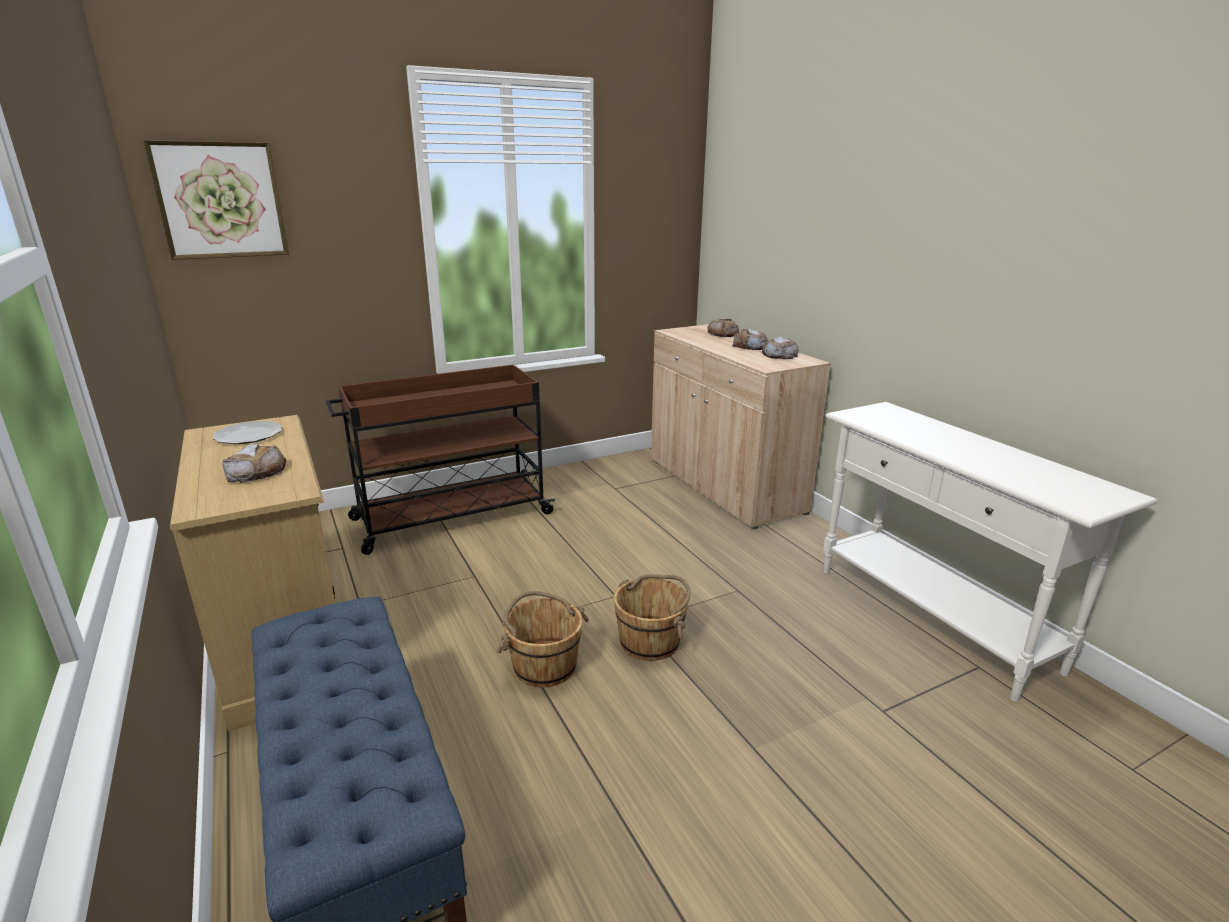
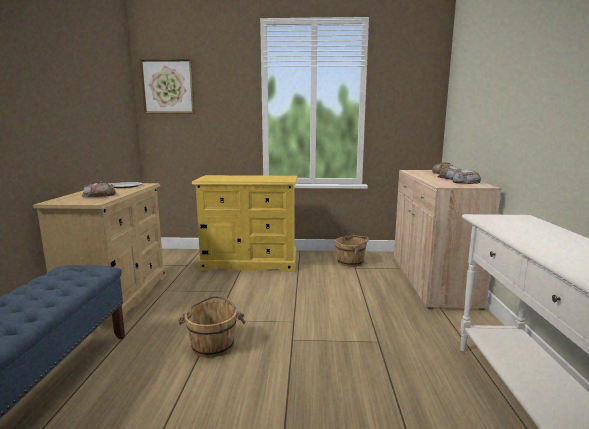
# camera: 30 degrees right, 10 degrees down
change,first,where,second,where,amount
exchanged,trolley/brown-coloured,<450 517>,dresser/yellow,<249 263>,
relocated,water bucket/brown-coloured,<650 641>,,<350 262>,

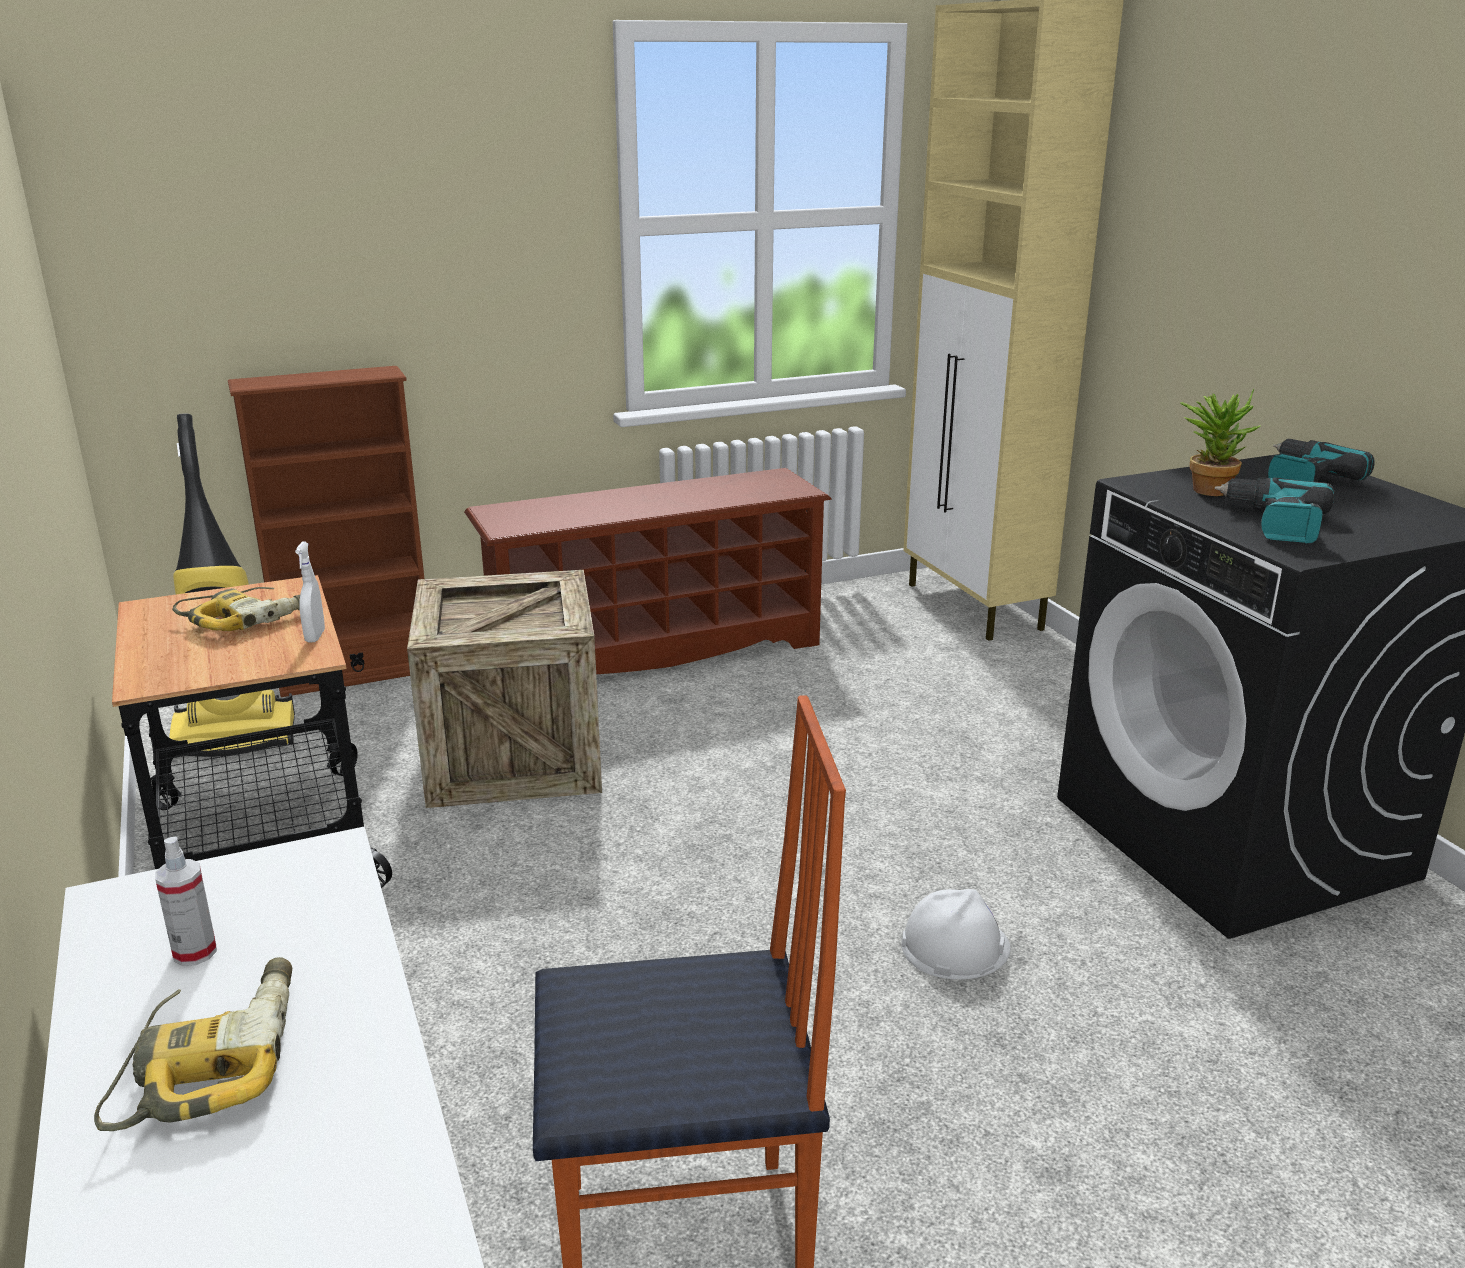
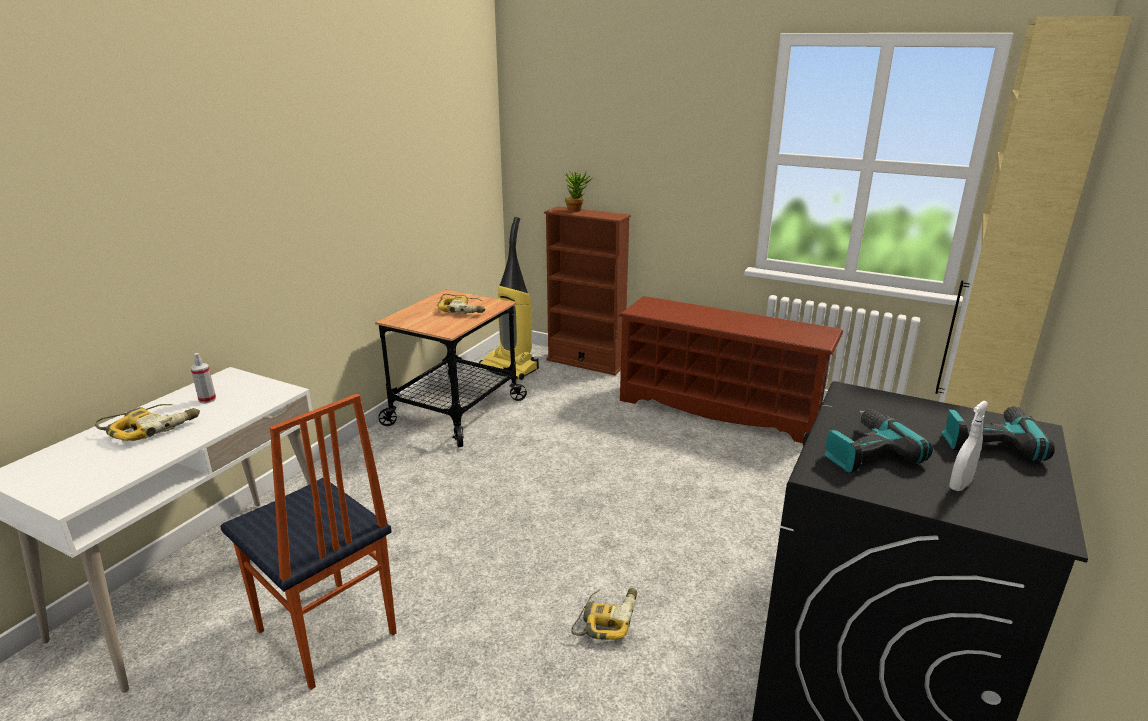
# camera: 50 degrees right, 0 degrees up
change,first,where,second,where,amount
relocated,potted plant,<1208 488>,,<576 210>,
relocated,spray bottle/white,<315 636>,,<960 485>,
missing,packing crate,<513 757>,,,
exchanged,safety helmet/white,<954 946>,drill,<606 618>,

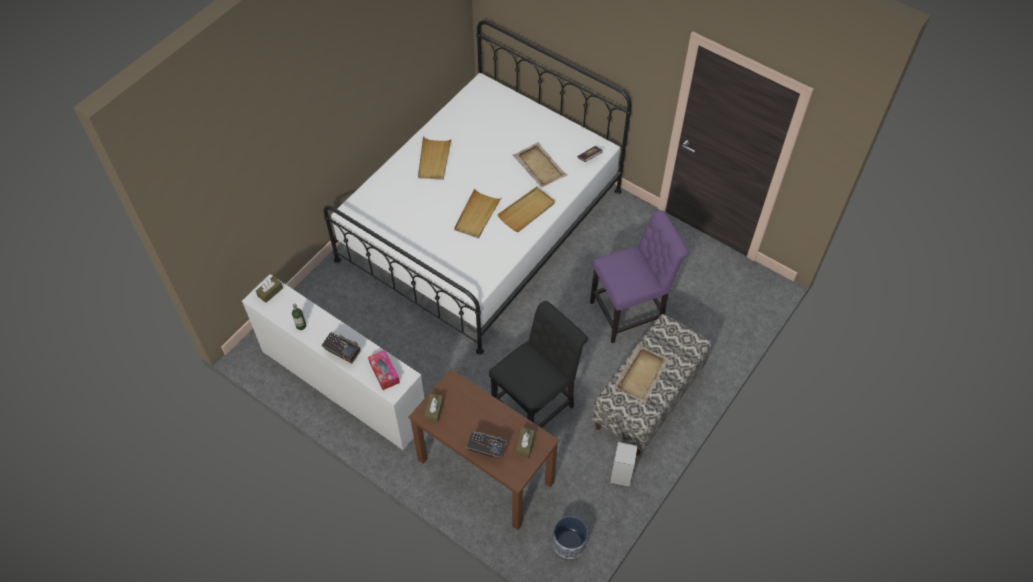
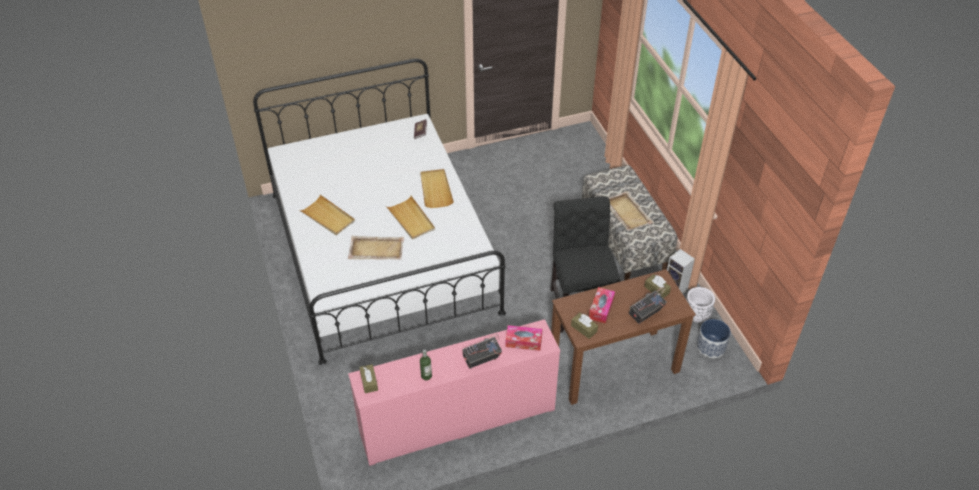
# camera: 55 degrees left, 10 degrees down
change,first,where,second,where,amount
relocated,tray/beige,<539 166>,,<375 249>,
missing,chair/purple,<631 312>,,,
colour,dresser/white,<343 385>,dresser/pink-coloured,<457 421>,
appeared,,,tissue box,<601 308>,
appeared,,,planter/white,<696 315>,

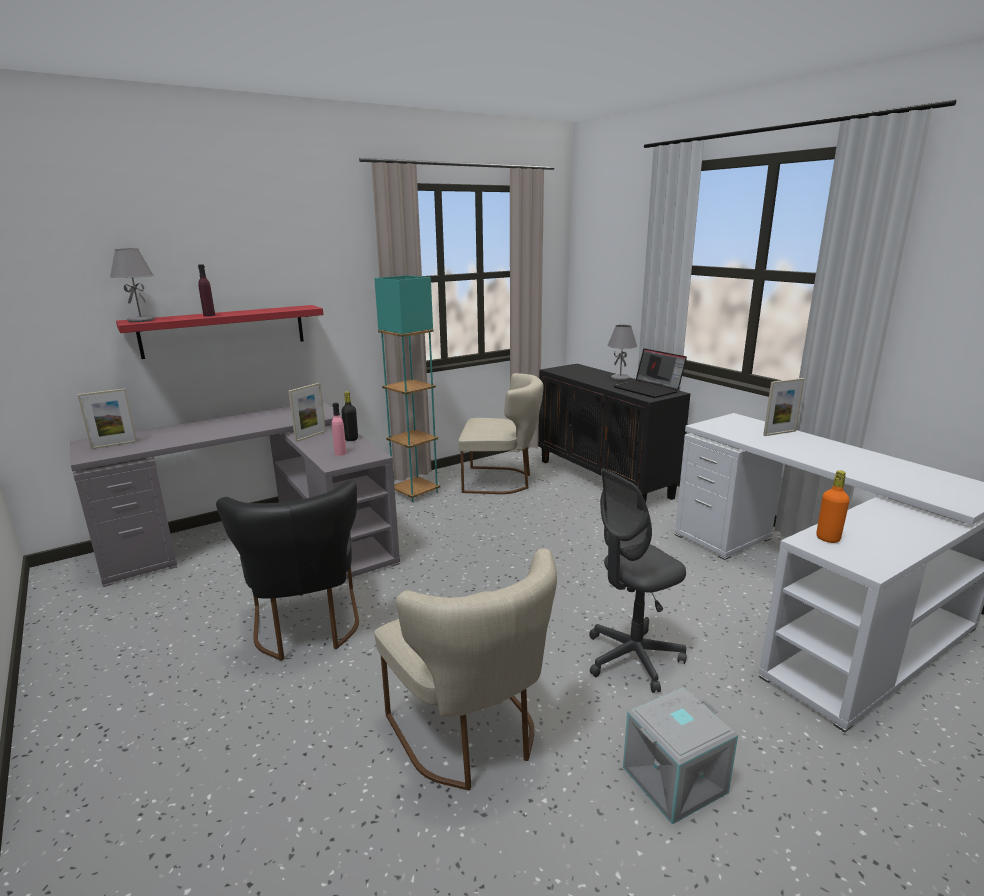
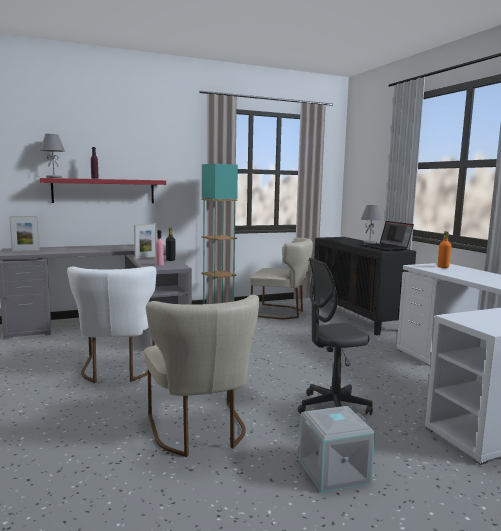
# camera: 10 degrees right, 10 degrees down
change,first,where,second,where,amount
missing,picture frame,<779 433>,,,
relocated,bottle/orange-coloured,<827 538>,,<443 267>,
colour,chair/black-coloured,<307 628>,chair/white,<117 370>,

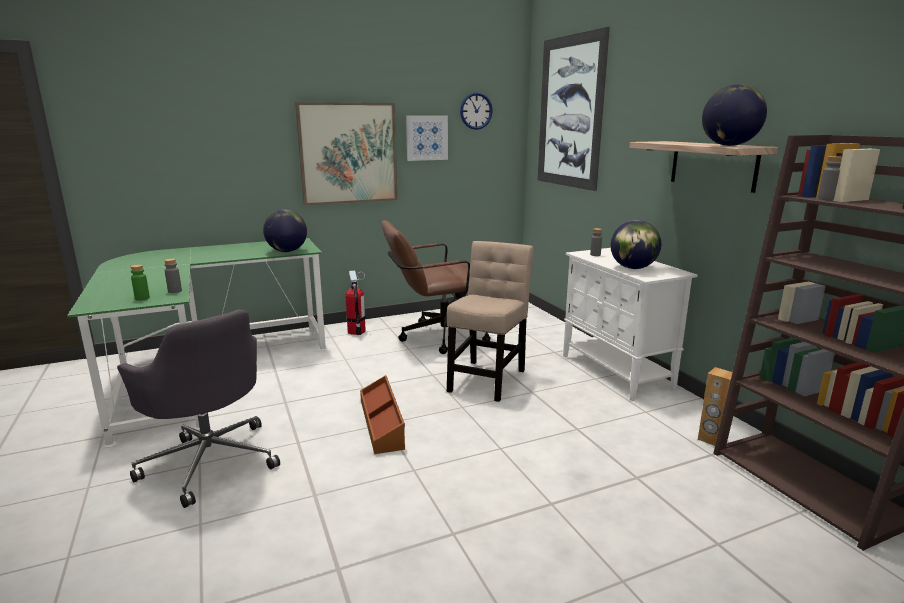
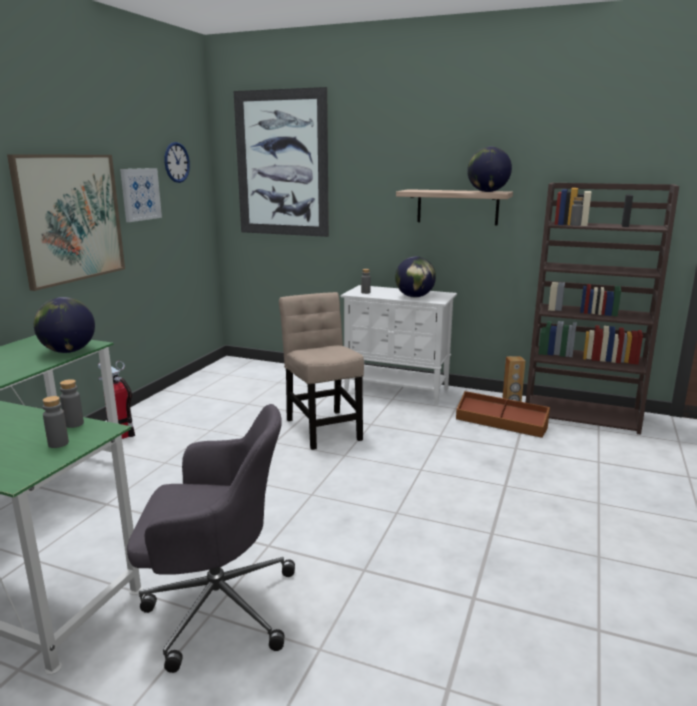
# camera: 45 degrees left, 0 degrees up
change,first,where,second,where,amount
missing,office chair/brown-coloured,<436 337>,,,
colour,bottle/green-coloured,<142 298>,bottle/gray,<58 444>,
relocated,storage bin/brown-coloured,<382 423>,,<501 423>,

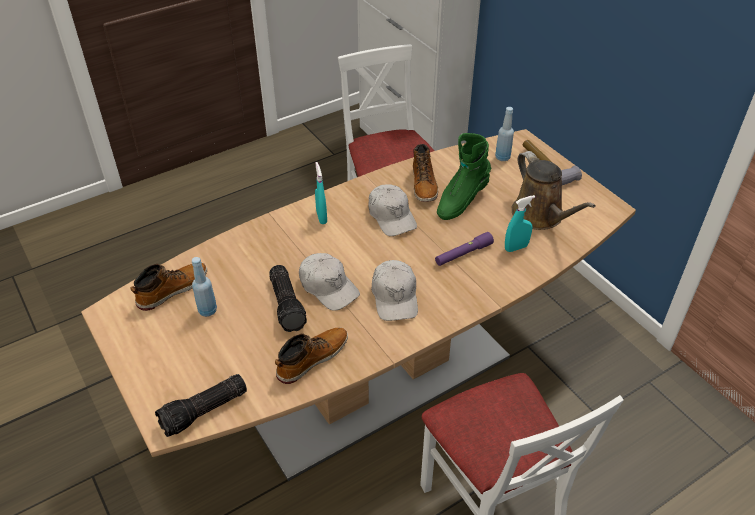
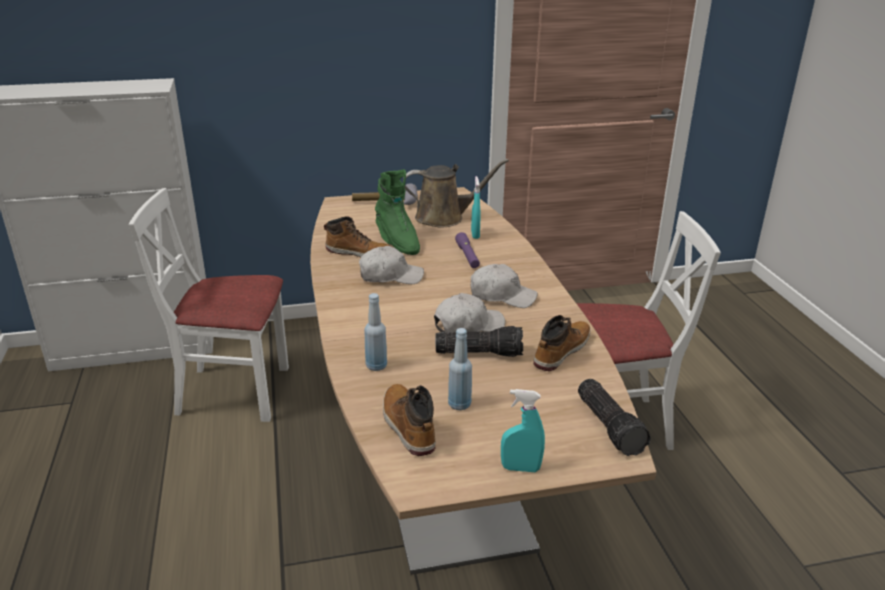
# camera: 70 degrees left, 15 degrees down
change,first,where,second,where,amount
relocated,bottle/blue,<502 157>,,<376 366>,
relocated,spray bottle/blue-green,<321 217>,,<520 468>,
spun,high-top boot,<312 358>,,<561 351>,60 degrees clockwise

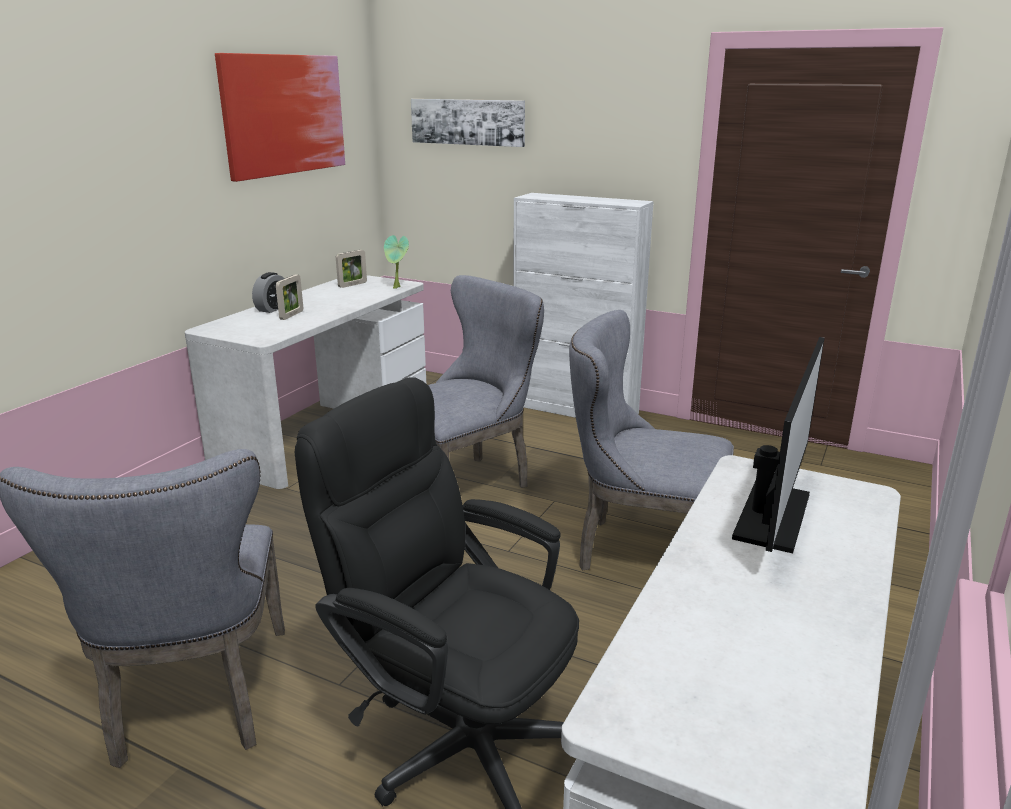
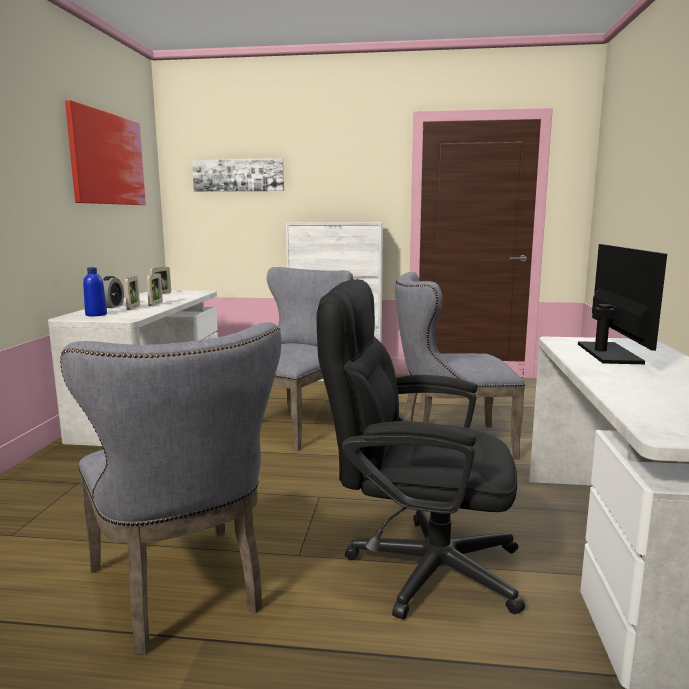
# camera: 20 degrees left, 10 degrees down
change,first,where,second,where,amount
missing,potted plant,<397 288>,,,
appeared,,,bottle/blue,<96 314>,
appeared,,,picture frame,<155 304>,

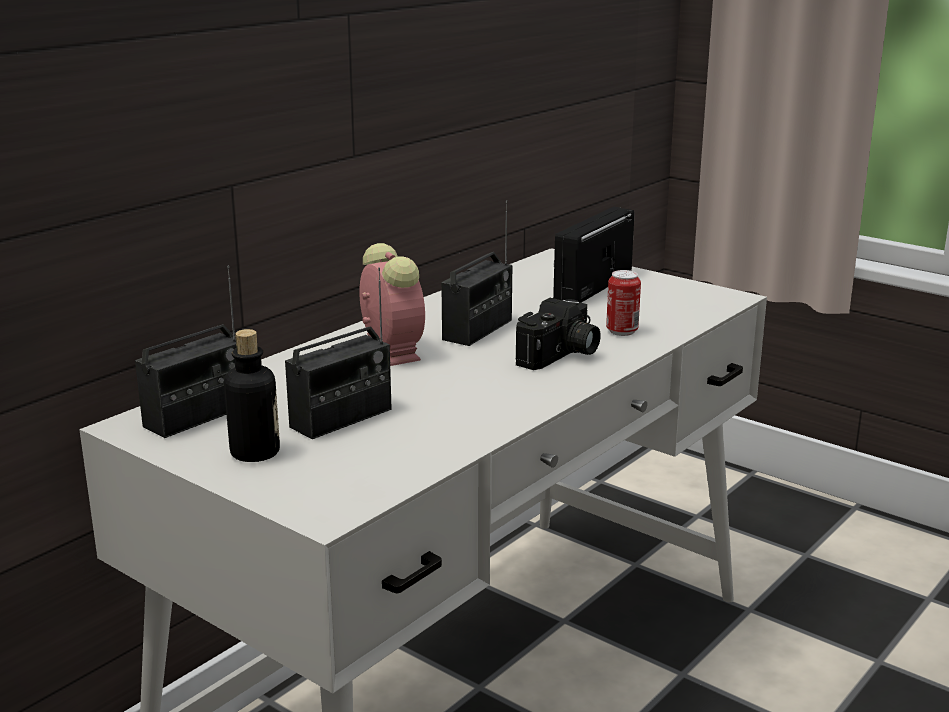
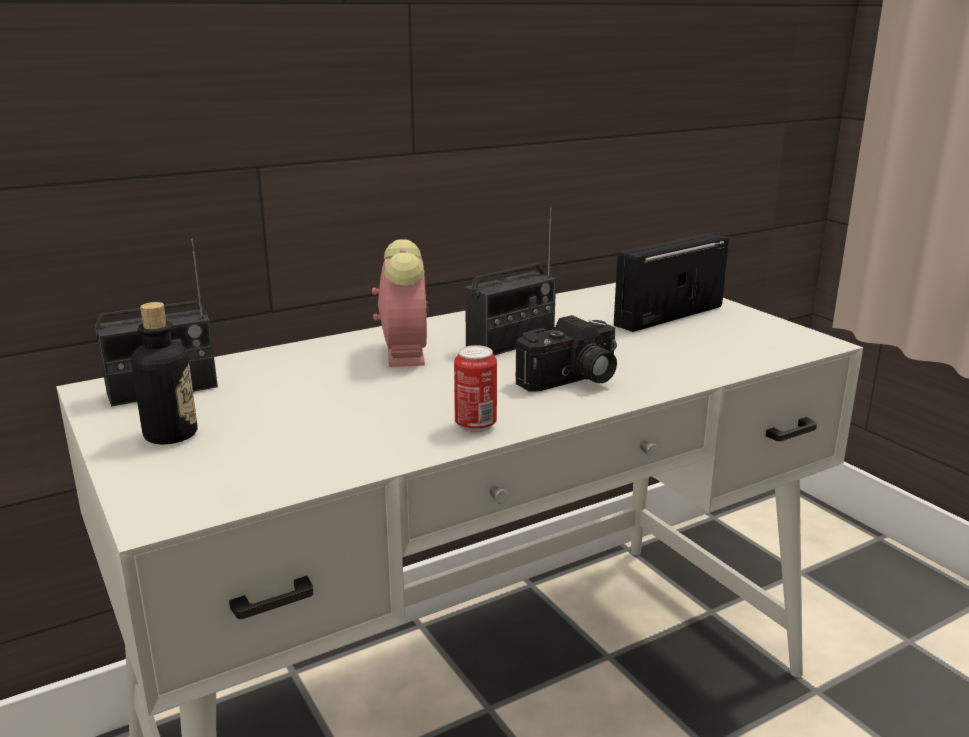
# camera: 20 degrees right, 0 degrees up
change,first,where,second,where,amount
missing,radio set,<341 418>,,,
relocated,metal can,<622 331>,,<475 425>,

